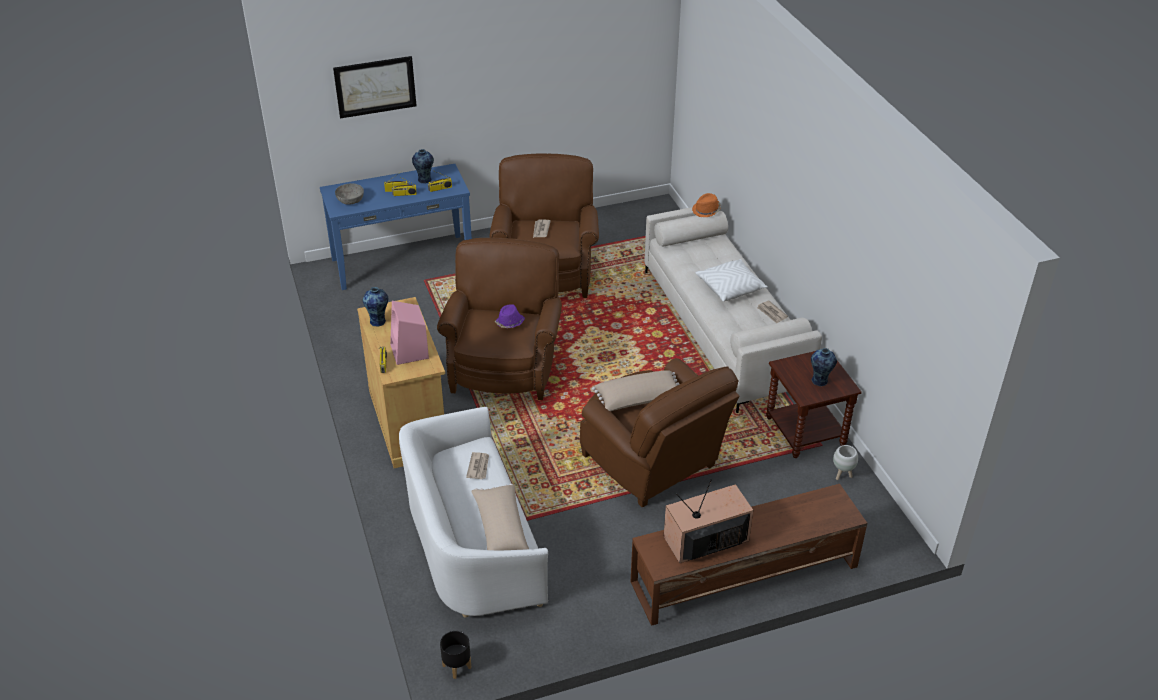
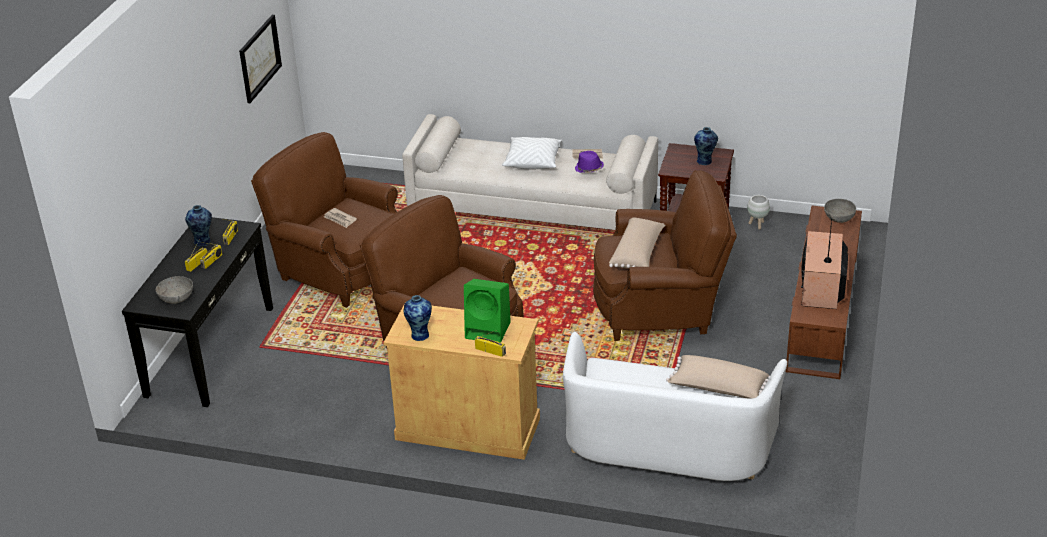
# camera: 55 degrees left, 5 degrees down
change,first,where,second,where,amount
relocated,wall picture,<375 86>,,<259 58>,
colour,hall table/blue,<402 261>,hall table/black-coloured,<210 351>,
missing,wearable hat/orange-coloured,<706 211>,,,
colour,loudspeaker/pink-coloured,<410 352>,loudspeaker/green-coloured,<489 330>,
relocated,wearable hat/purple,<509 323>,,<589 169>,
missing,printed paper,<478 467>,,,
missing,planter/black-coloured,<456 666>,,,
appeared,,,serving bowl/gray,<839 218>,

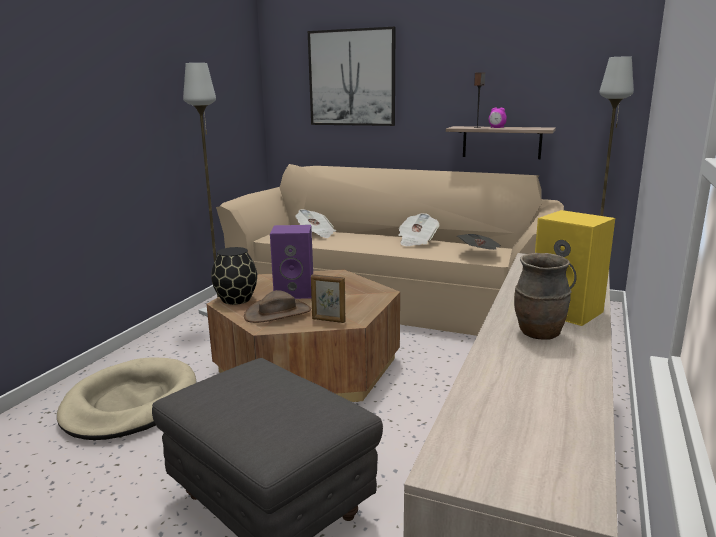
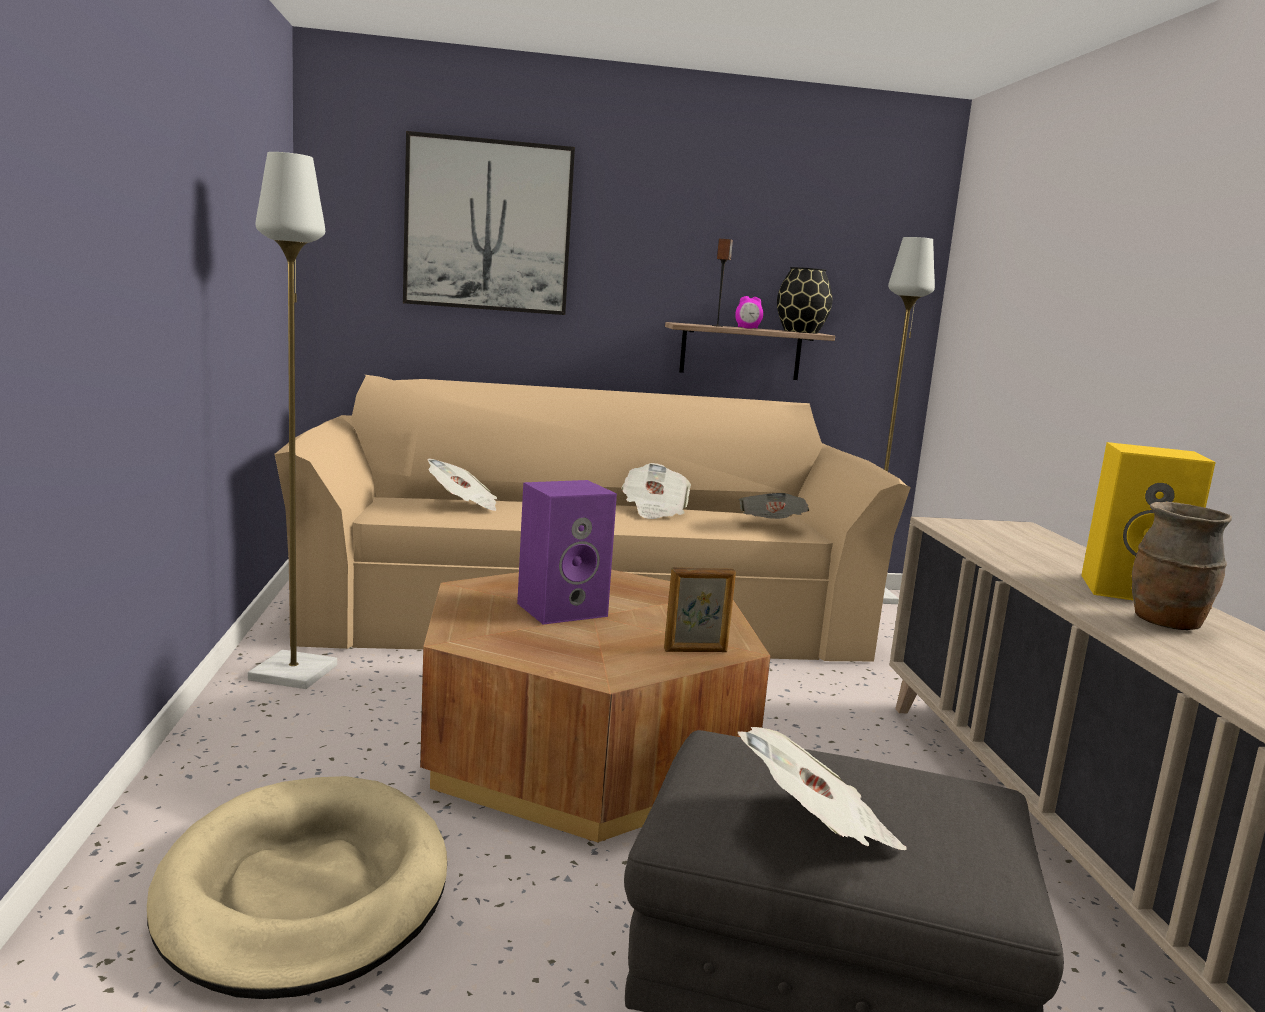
# camera: 30 degrees left, 5 degrees down
change,first,where,second,where,amount
relocated,flower vase/black-coloured,<236 299>,,<801 332>,
missing,wearable hat/brown-coloured,<278 313>,,,
appeared,,,printed paper,<816 829>,

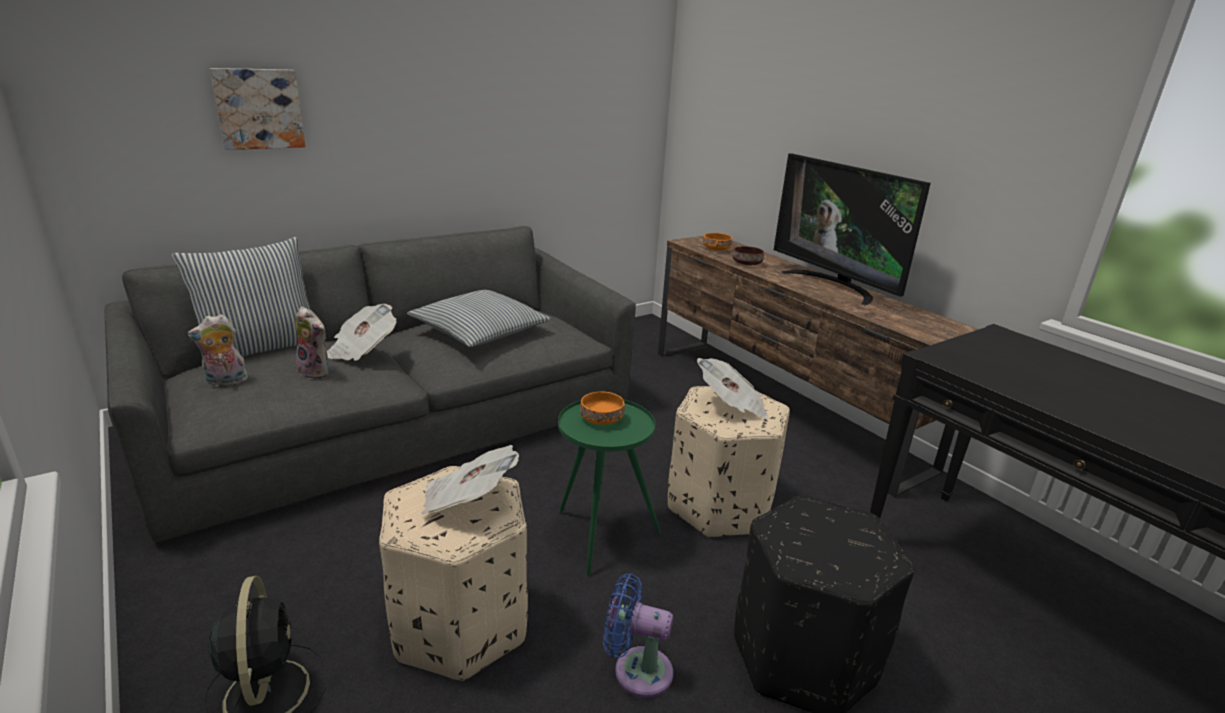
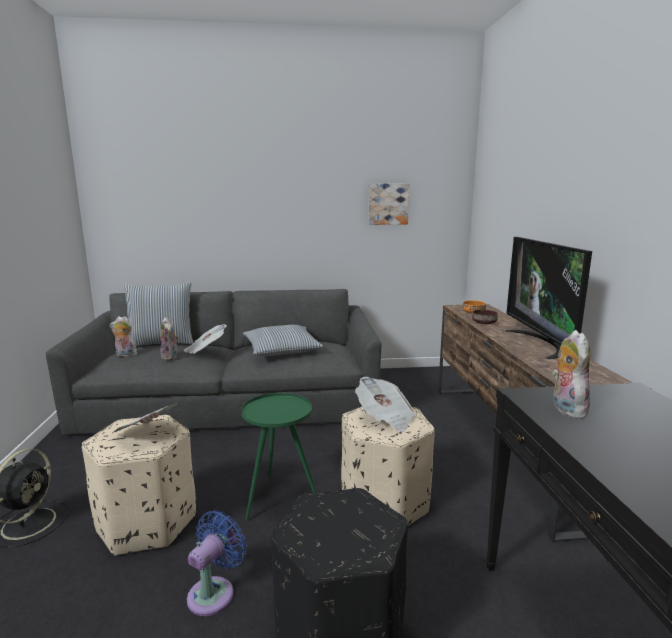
# camera: 30 degrees right, 10 degrees down
change,first,where,second,where,amount
relocated,wall picture,<258 108>,,<388 204>,
missing,serving bowl/orange-coloured,<600 419>,,,
spun,electric fan/blue,<636 670>,,<214 592>,75 degrees clockwise
appeared,,,cuddly toy,<565 409>,

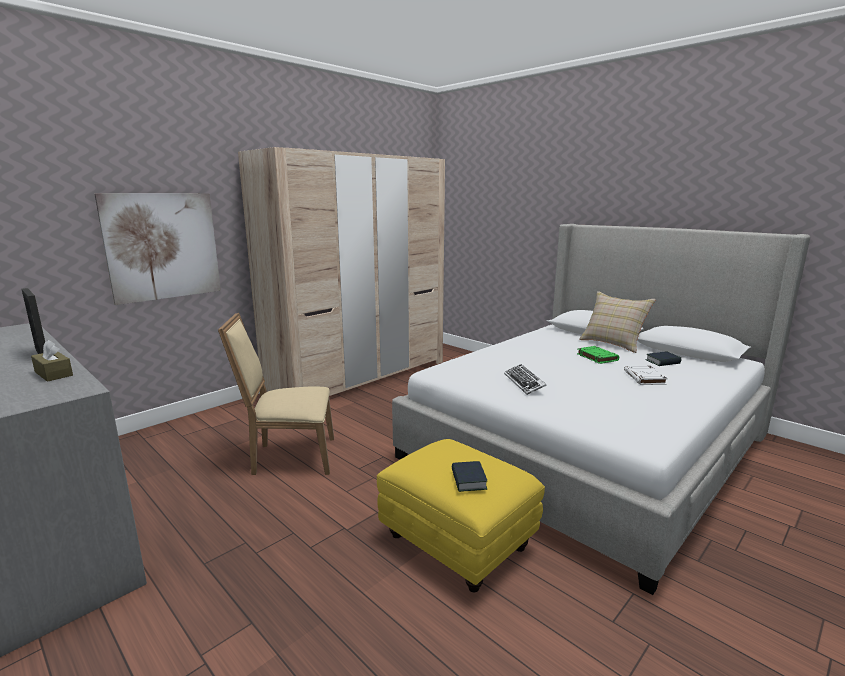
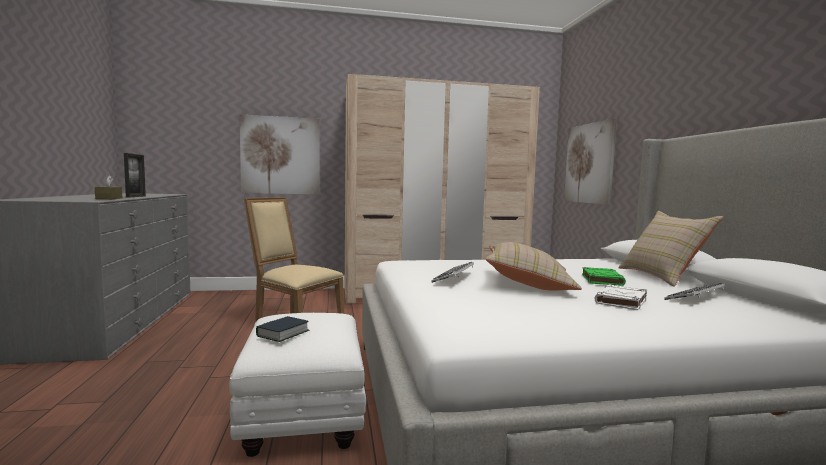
# camera: 35 degrees right, 10 degrees down
change,first,where,second,where,amount
exchanged,volume,<662 362>,keyboard,<695 297>,
colour,pouffe/yellow,<458 544>,pouffe/white,<303 419>,
appeared,,,wall picture,<589 163>,
appeared,,,throw pillow/beige,<528 284>,

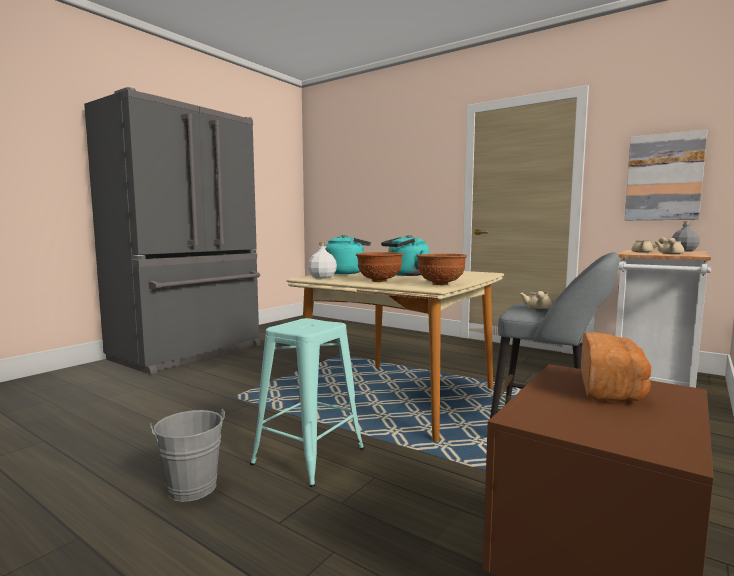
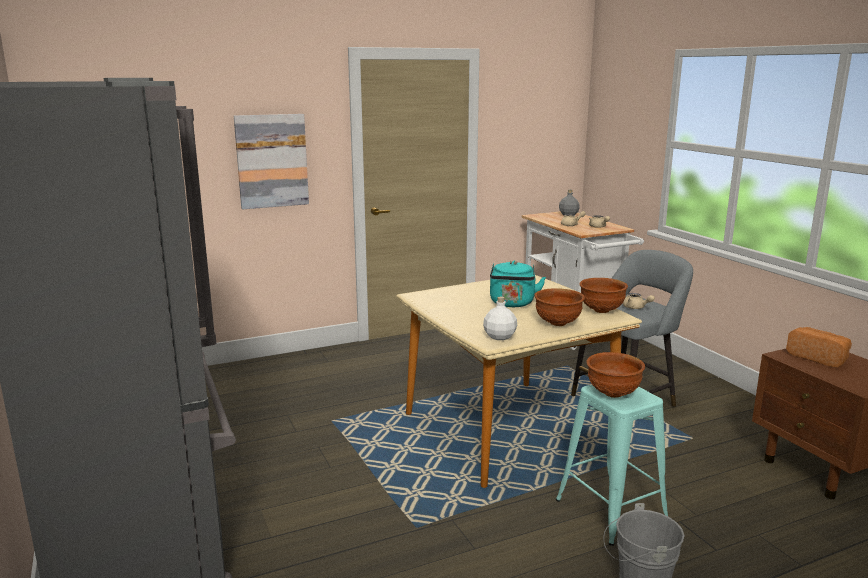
# camera: 60 degrees left, 10 degrees up
change,first,where,second,where,amount
relocated,wall picture,<664 177>,,<272 161>,
missing,kettle/blue-green,<346 273>,,,
appeared,,,serving bowl/brown-coloured,<612 393>,

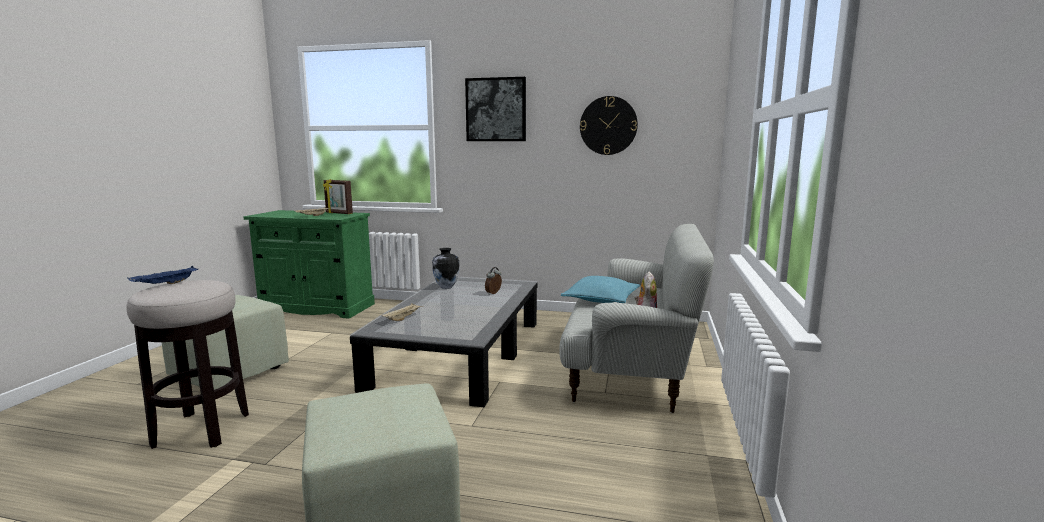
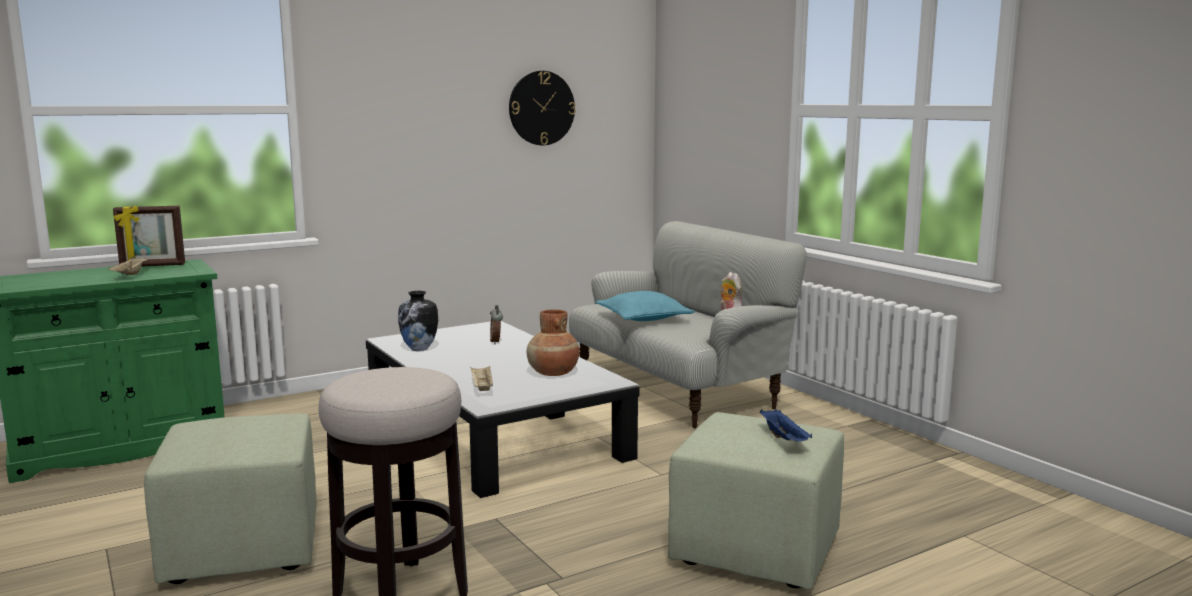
# camera: 45 degrees left, 0 degrees up
change,first,where,second,where,amount
missing,wall picture,<496 110>,,,
relocated,tray/blue,<165 284>,,<785 439>,
appeared,,,flower vase/brown-coloured,<553 373>,

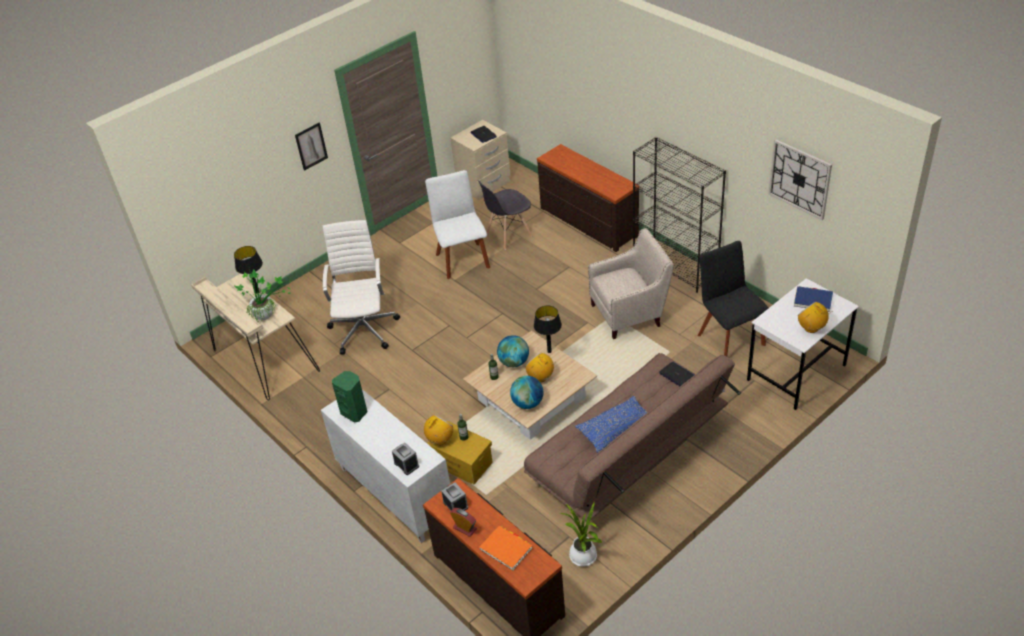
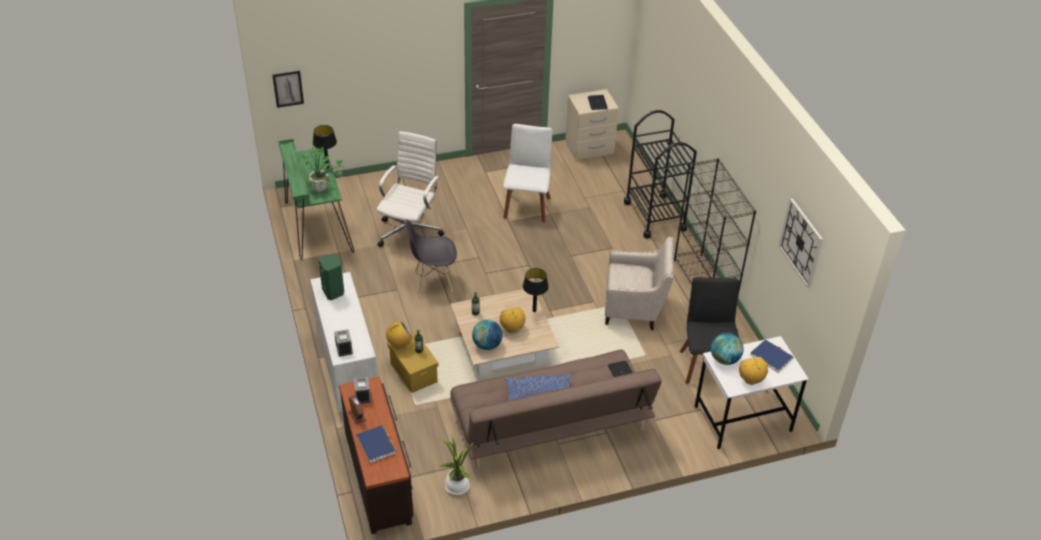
# camera: 20 degrees right, 0 degrees up
change,first,where,second,where,amount
relocated,wall picture,<311 146>,,<288 89>,
exchanged,dresser/brown-coloured,<587 222>,trolley/black-coloured,<655 216>,
relocated,chair/gray,<508 235>,,<433 281>,
colour,desk unit/beige,<263 360>,desk unit/green-coloured,<316 226>,
relocated,globe,<514 362>,,<724 359>,
colour,volume/orange-coloured,<506 549>,volume/blue,<376 445>,

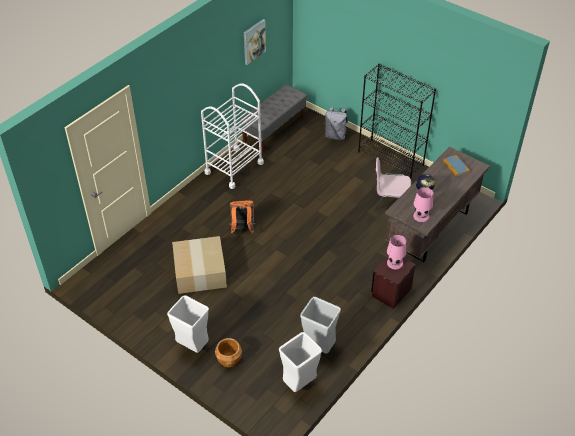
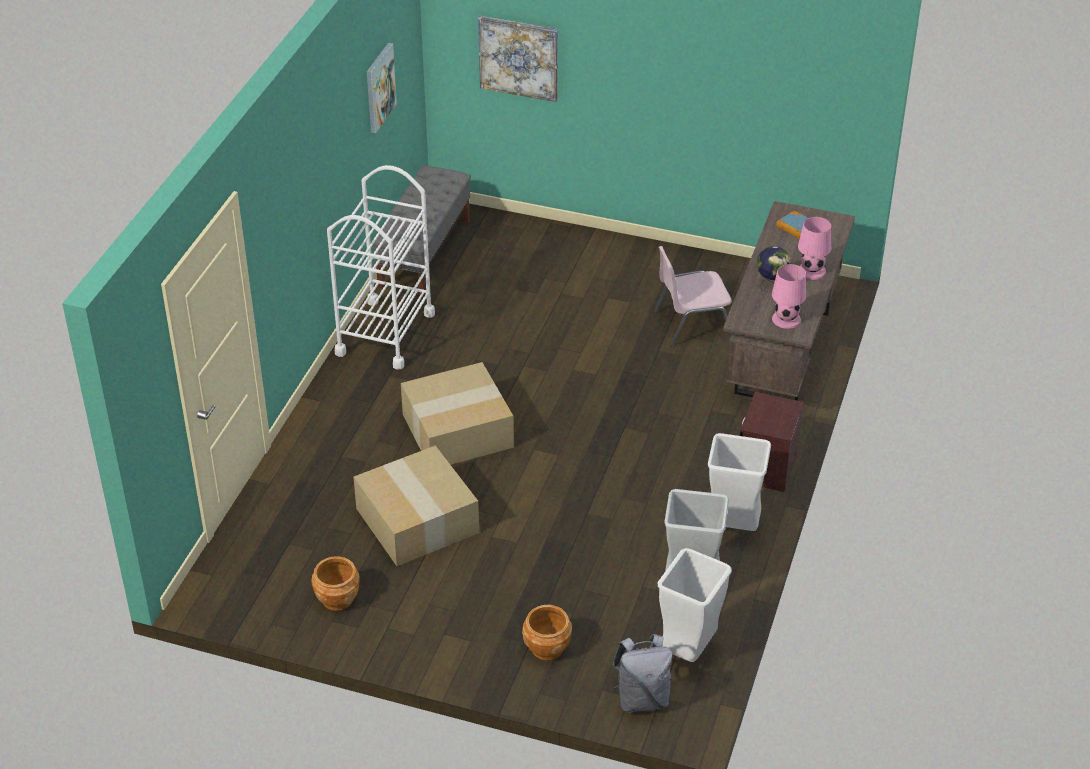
# camera: 20 degrees left, 5 degrees down
change,first,where,second,where,amount
missing,bookcase/black-coloured,<391 158>,,,
relocated,backpack/gray,<335 135>,,<642 699>,
exchanged,backpack/orange-coloured,<242 229>,cardboard box,<456 432>,
relocated,lamp for a table/pink-coloured,<394 263>,,<811 271>,
relocated,rubbish bin/white,<192 346>,,<732 528>,
appeared,,,wall picture,<519 58>,
appeared,,,planter/brown-coloured,<337 598>,

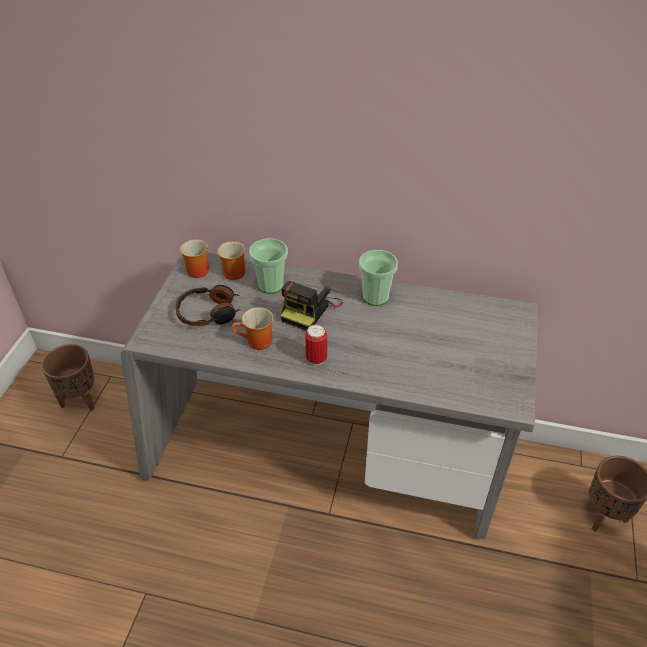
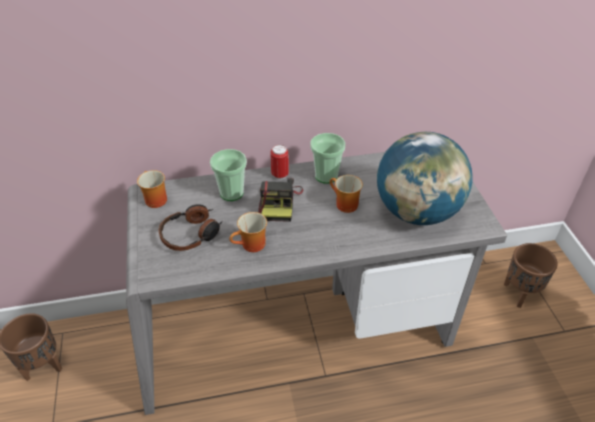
# camera: 25 degrees left, 0 degrees up
change,first,where,second,where,amount
relocated,mug,<231 272>,,<343 205>,
relocated,metal can,<316 359>,,<280 175>,
appeared,,,globe,<417 212>,

